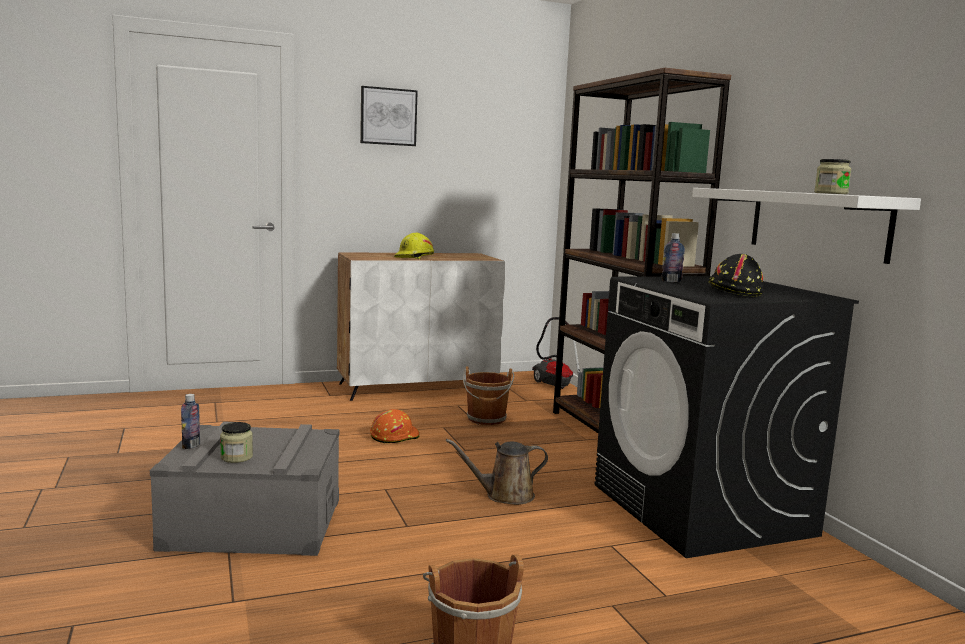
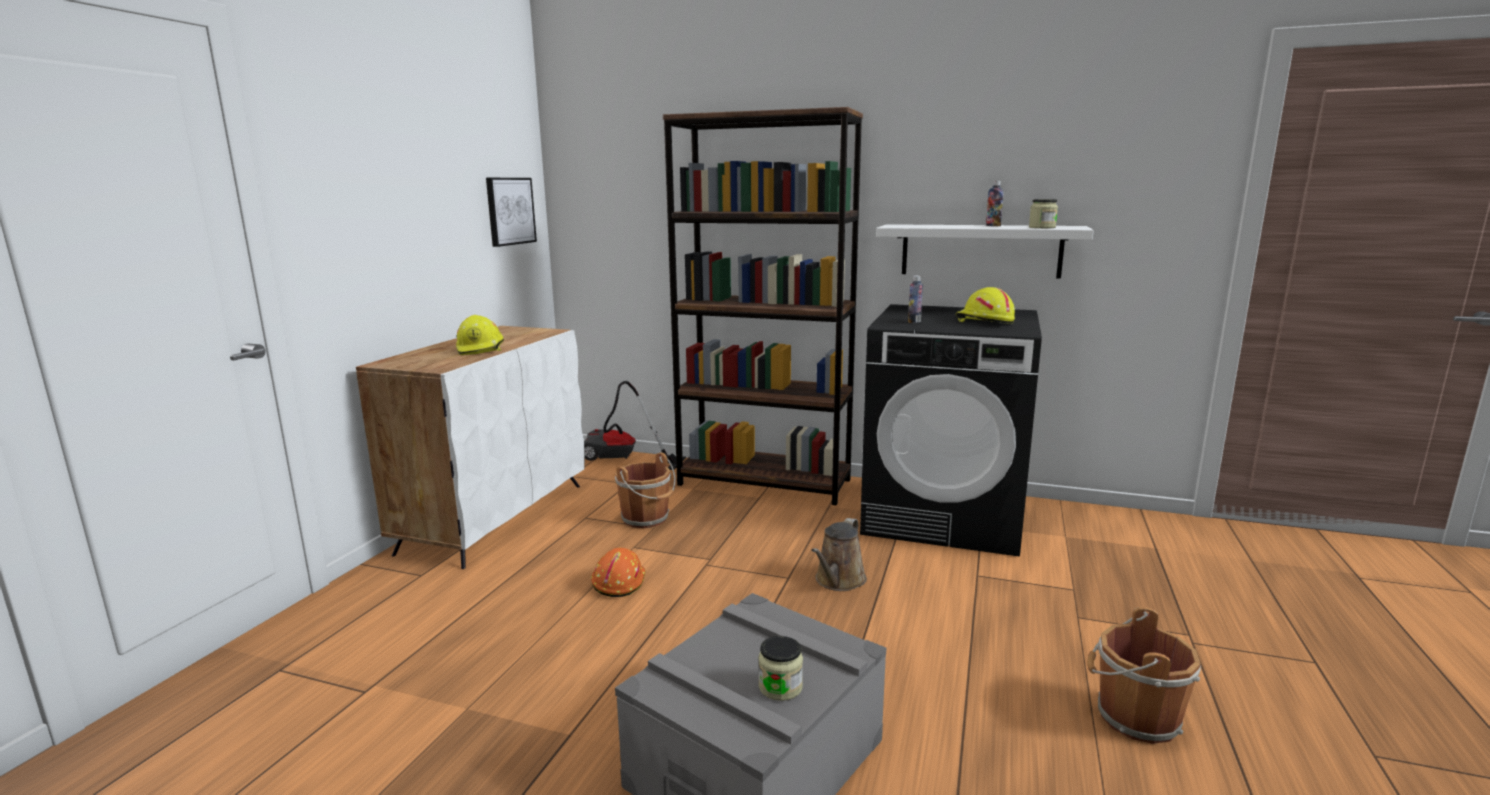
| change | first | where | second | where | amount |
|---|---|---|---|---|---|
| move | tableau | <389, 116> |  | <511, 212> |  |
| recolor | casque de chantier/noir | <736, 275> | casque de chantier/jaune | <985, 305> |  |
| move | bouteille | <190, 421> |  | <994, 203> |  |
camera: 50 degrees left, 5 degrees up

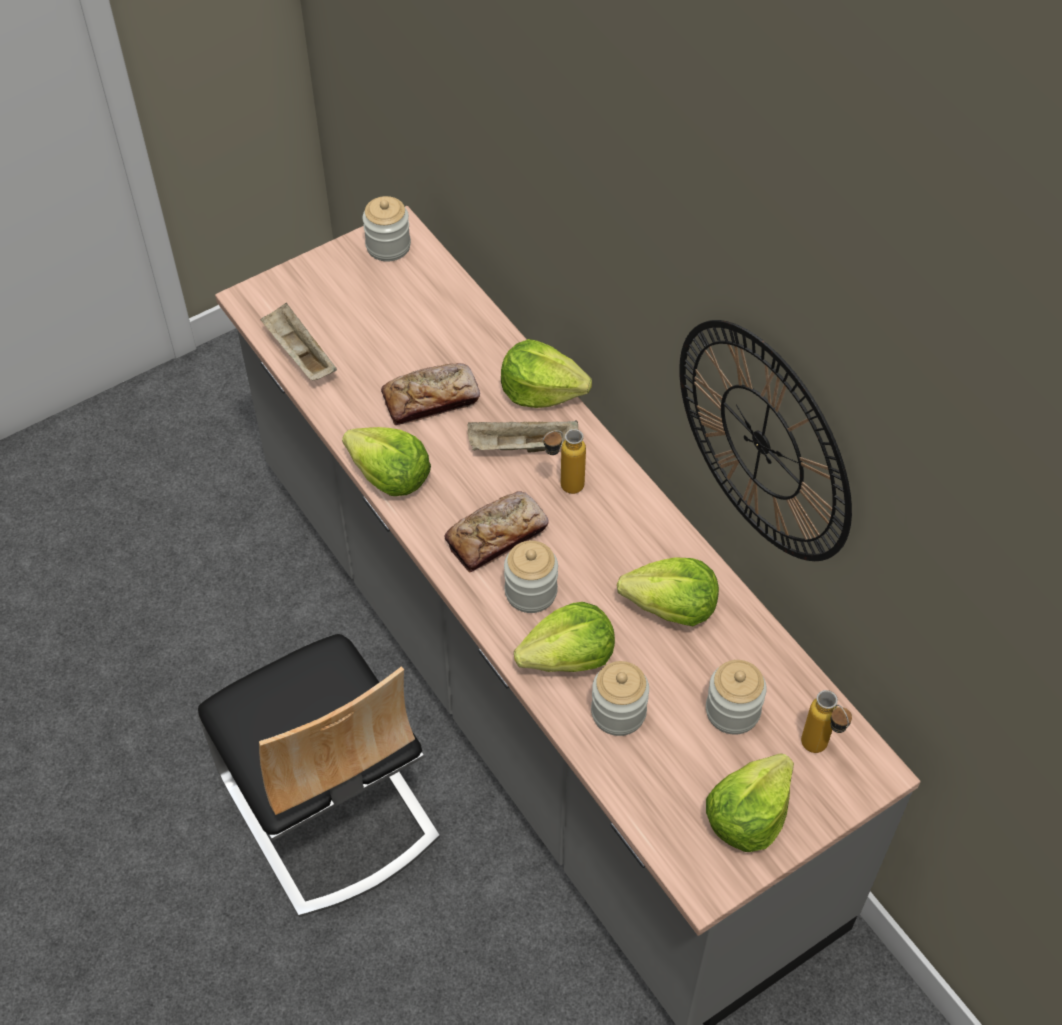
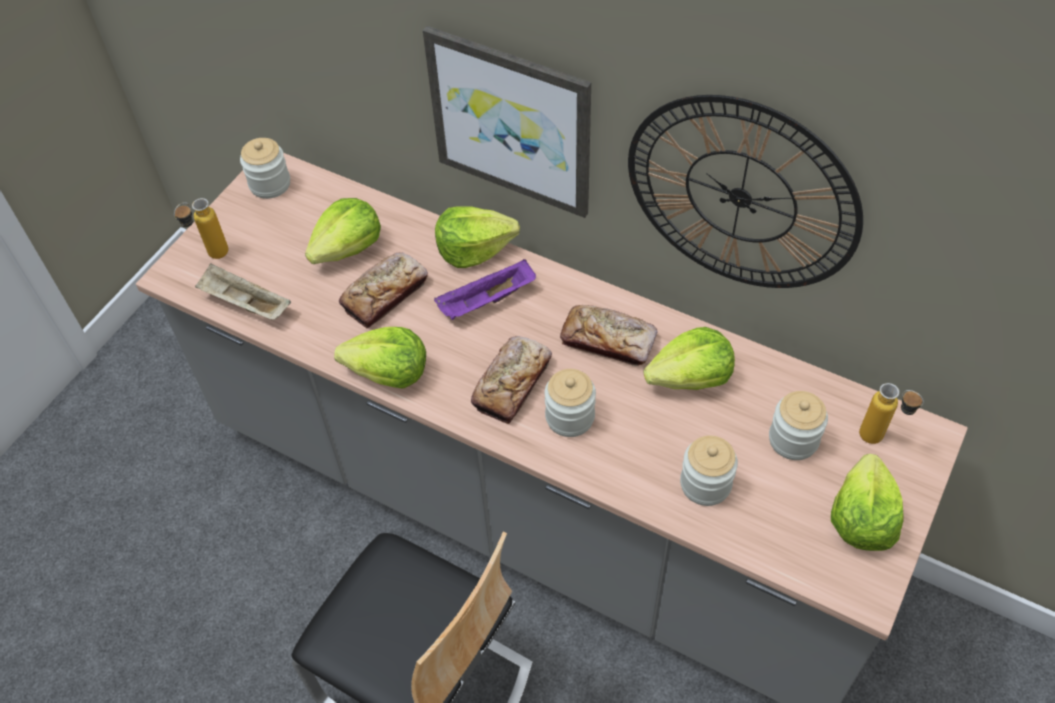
| change | first | where | second | where | amount |
|---|---|---|---|---|---|
| recolor | plateau/beige | <522, 436> | plateau/violet | <485, 289> |  |
| move | bouteille | <564, 461> |  | <201, 228> |  |
| move | laitue | <564, 637> |  | <343, 231> |  |
| insert |  |  | tableau | <507, 122> |  |
| insert |  |  | pain | <609, 335> |  |
camera: 25 degrees left, 0 degrees up

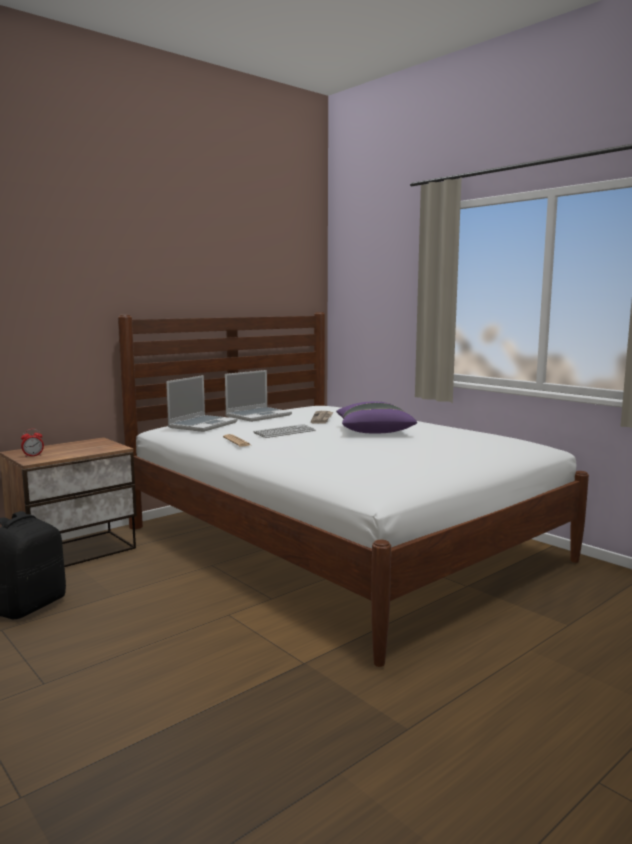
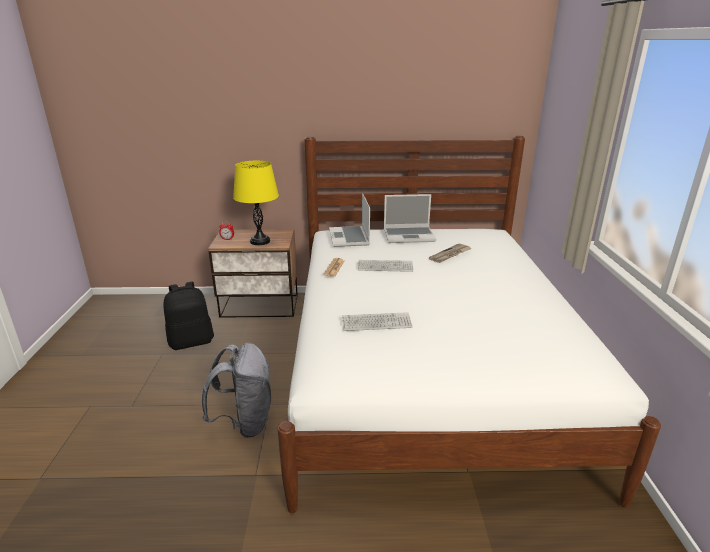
| change | first | where | second | where | amount |
|---|---|---|---|---|---|
| rotate | ordinateur portable | <202, 403> |  | <349, 220> | 105 degrees clockwise |
| delete | coussin/violet | <376, 417> |  |  |  |
| insert |  |  | lampe de table/jaune | <256, 203> |  |
| insert |  |  | clavier | <377, 321> |  |
| insert |  |  | sac à dos/gris | <236, 390> |  |
camera: 40 degrees right, 15 degrees up

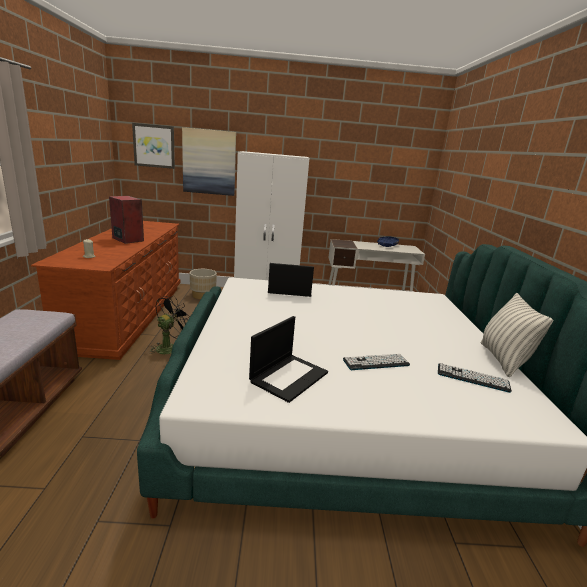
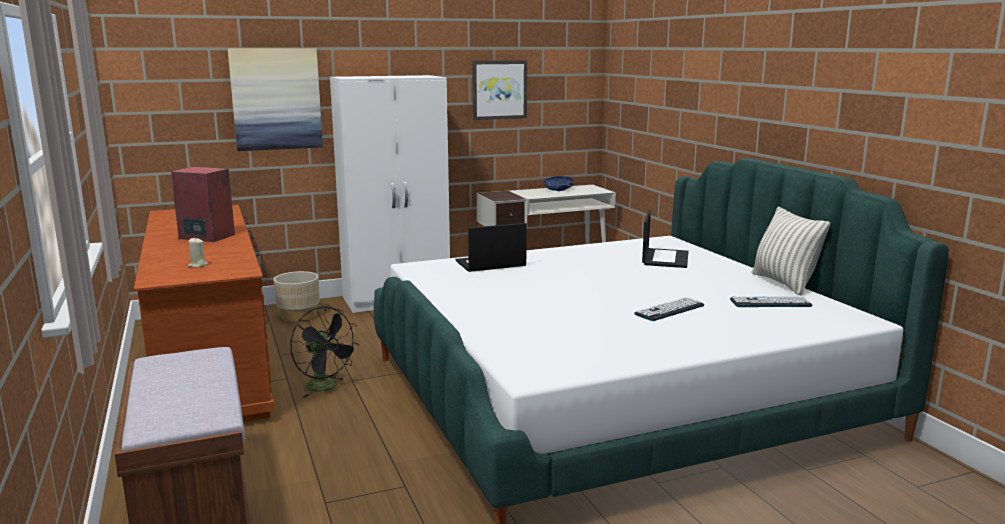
| change | first | where | second | where | amount |
|---|---|---|---|---|---|
| move | tableau | <153, 146> |  | <499, 90> |  |
| rotate | ventilateur/noir | <170, 325> |  | <325, 352> | 120 degrees clockwise |
| move | ordinateur portable | <288, 359> |  | <665, 239> |  |
camera: 20 degrees left, 5 degrees down

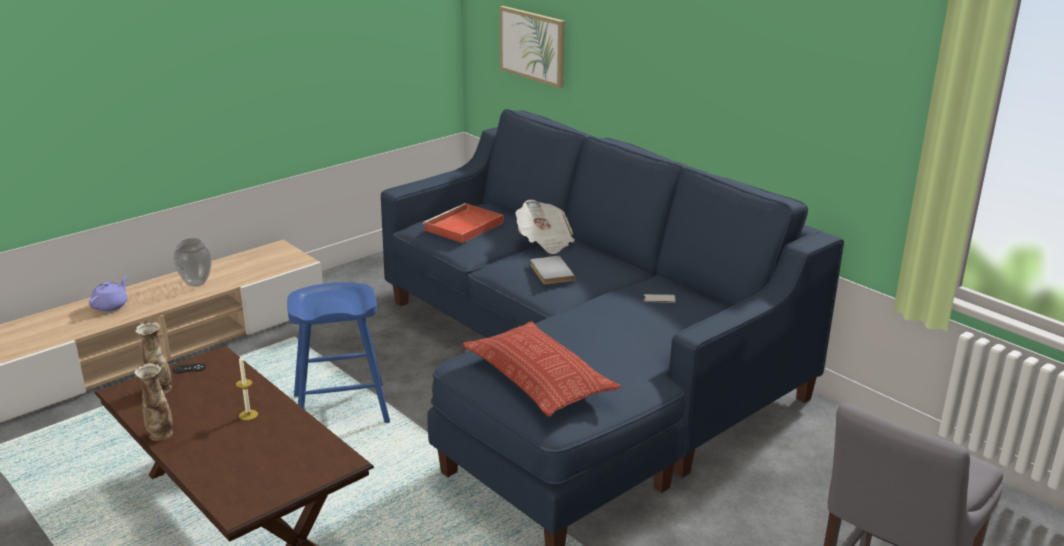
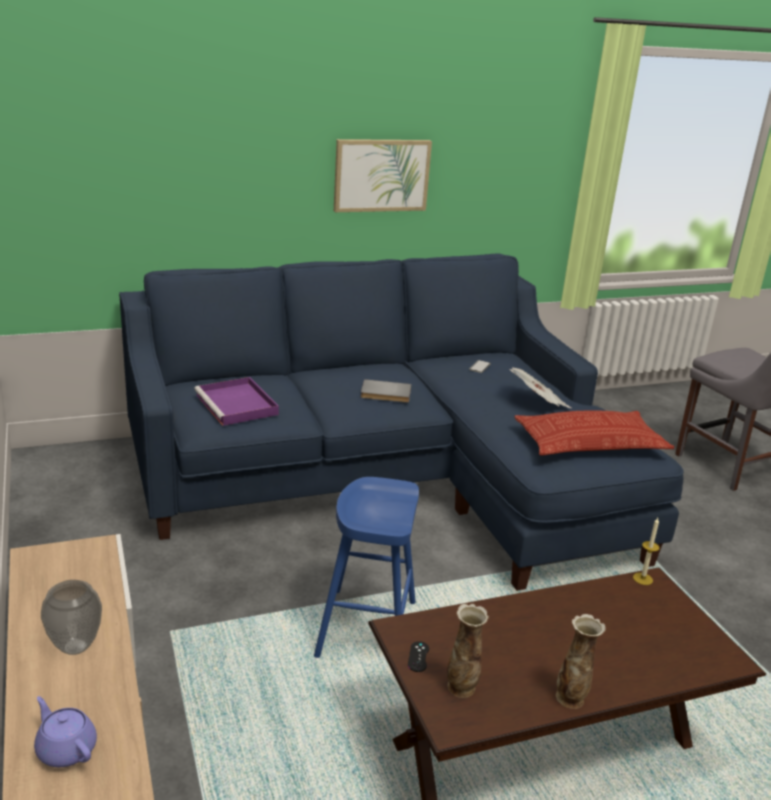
| change | first | where | second | where | amount |
|---|---|---|---|---|---|
| move | tableau | <532, 47> |  | <383, 175> |  |
| move | journal | <545, 227> |  | <540, 388> |  |
| recolor | plateau/rouge | <463, 223> | plateau/violet | <236, 401> |  |
| move | bougie | <247, 387> |  | <646, 551> |  |
camera: 70 degrees left, 0 degrees up

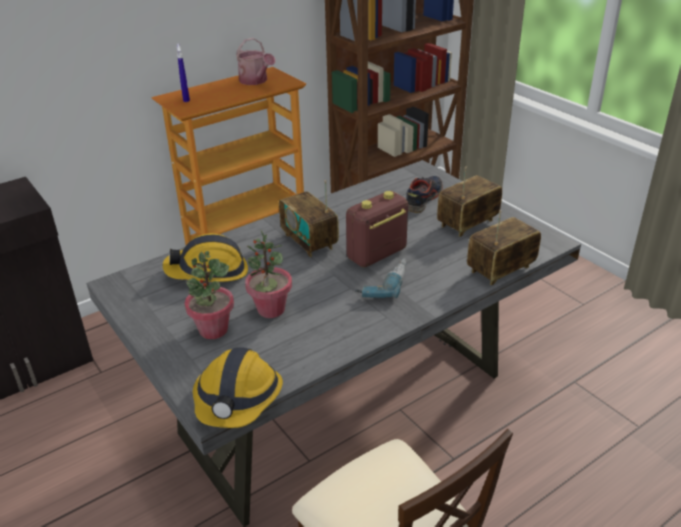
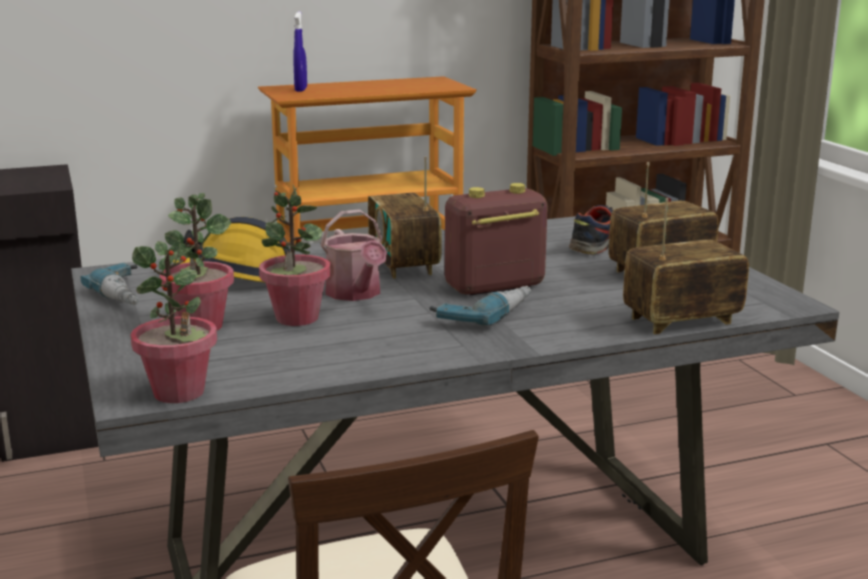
| change | first | where | second | where | amount |
|---|---|---|---|---|---|
| move | arrosoir | <255, 61> |  | <354, 255> |  |
| replace | casque de chantier | <238, 388> | plante en pot | <173, 322> |  |
| insert |  |  | perceuse | <110, 284> |  |
camera: 15 degrees right, 15 degrees down

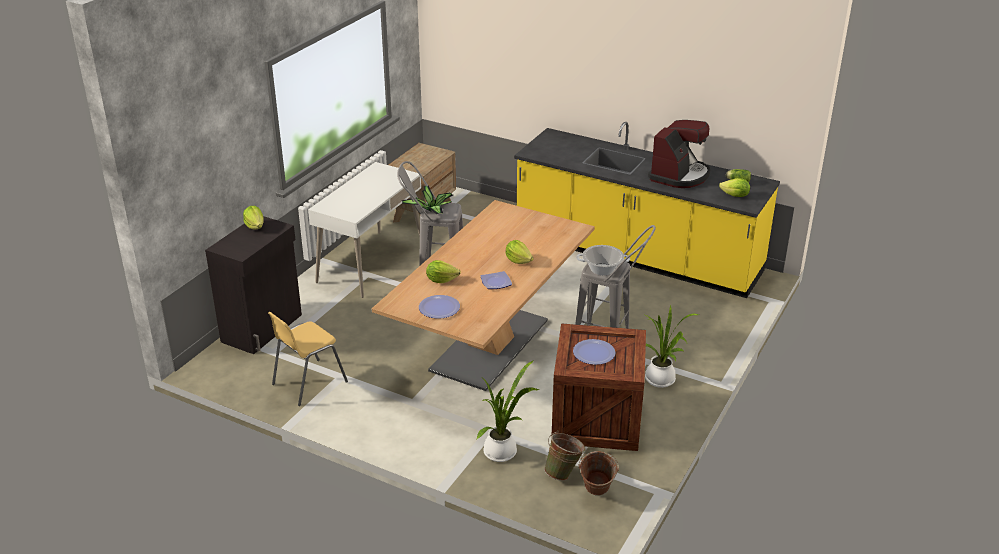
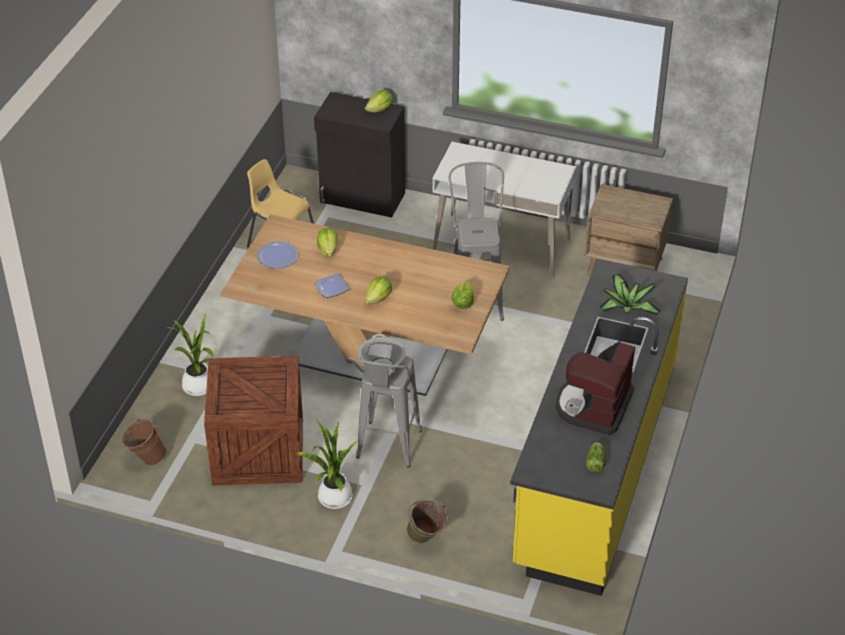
| change | first | where | second | where | amount |
|---|---|---|---|---|---|
| rotate | machine à café | <679, 154> |  | <595, 388> | 90 degrees clockwise |
| move | laitue | <734, 187> |  | <462, 294> |  |
| move | plante en pot | <427, 199> |  | <630, 294> |  |
| delete | assiette | <594, 352> |  |  |  |
| move | seau/vert | <565, 455> |  | <427, 521> |  |
camera: 80 degrees right, 10 degrees up

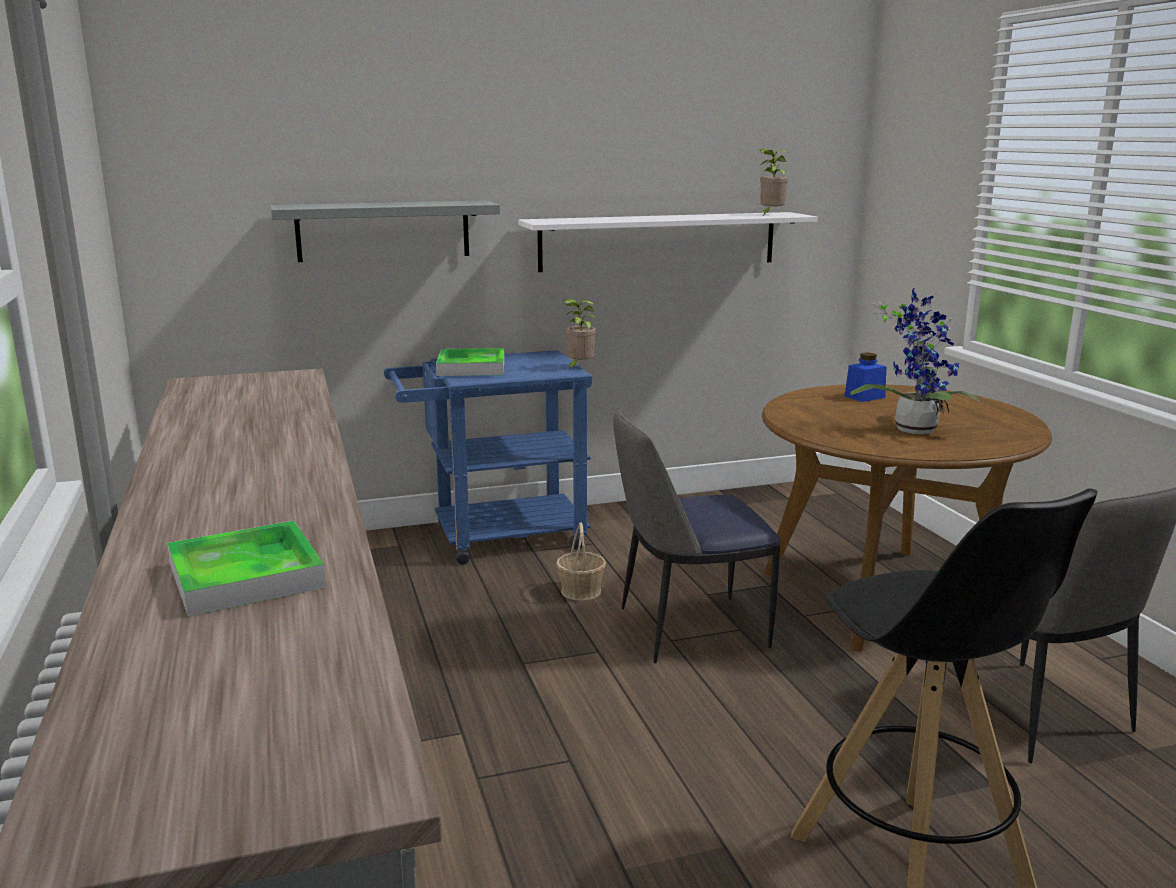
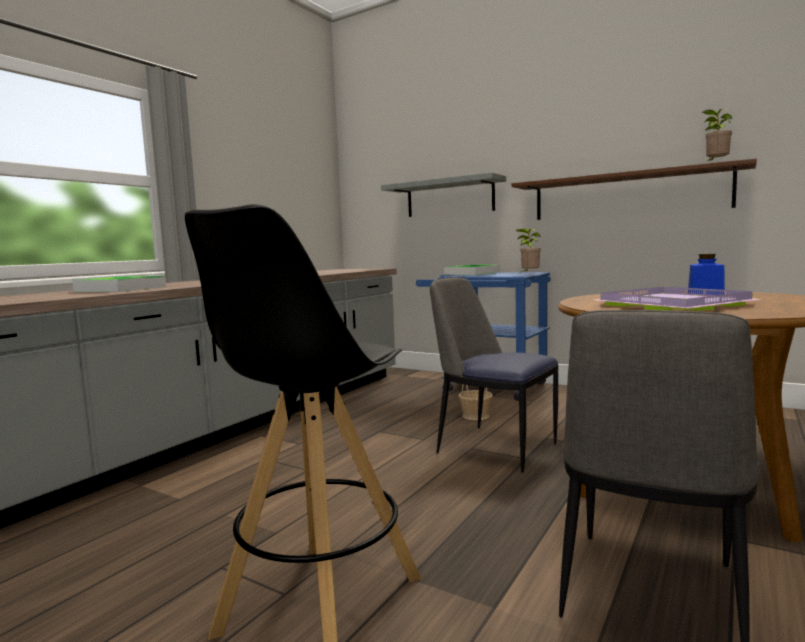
| change | first | where | second | where | amount |
|---|---|---|---|---|---|
| recolor | étagère/blanc | <668, 242> | étagère/marron | <634, 189> |  |
| replace | plante en pot | <915, 361> | plateau/violet | <677, 299> |  |
camera: 50 degrees right, 10 degrees down

